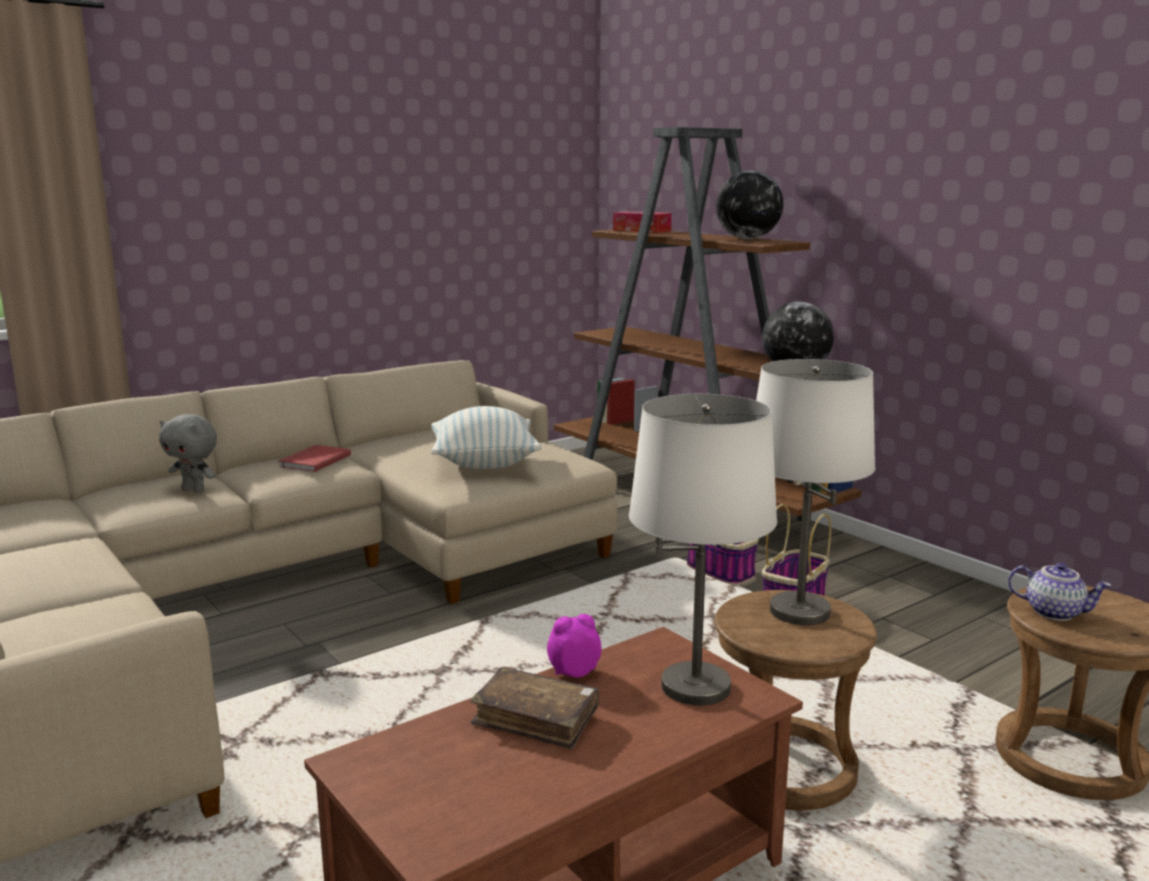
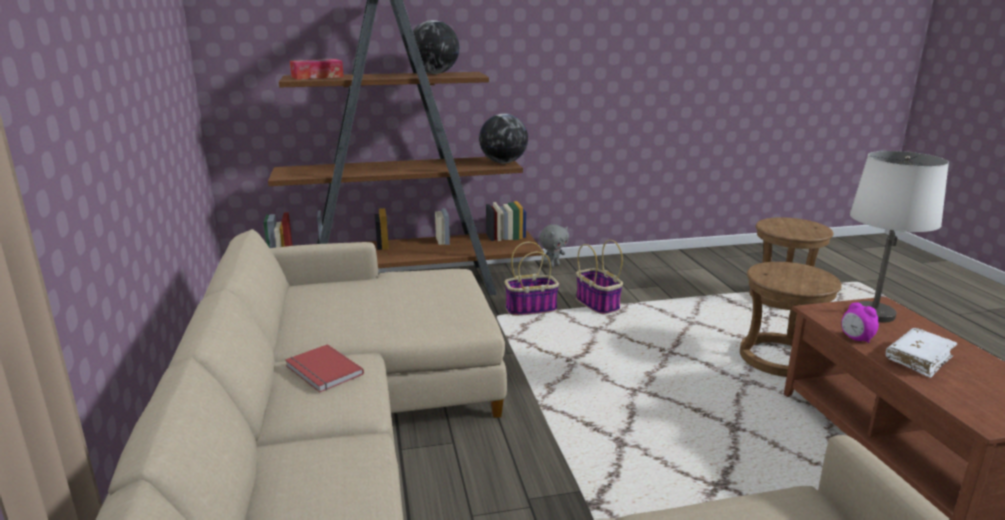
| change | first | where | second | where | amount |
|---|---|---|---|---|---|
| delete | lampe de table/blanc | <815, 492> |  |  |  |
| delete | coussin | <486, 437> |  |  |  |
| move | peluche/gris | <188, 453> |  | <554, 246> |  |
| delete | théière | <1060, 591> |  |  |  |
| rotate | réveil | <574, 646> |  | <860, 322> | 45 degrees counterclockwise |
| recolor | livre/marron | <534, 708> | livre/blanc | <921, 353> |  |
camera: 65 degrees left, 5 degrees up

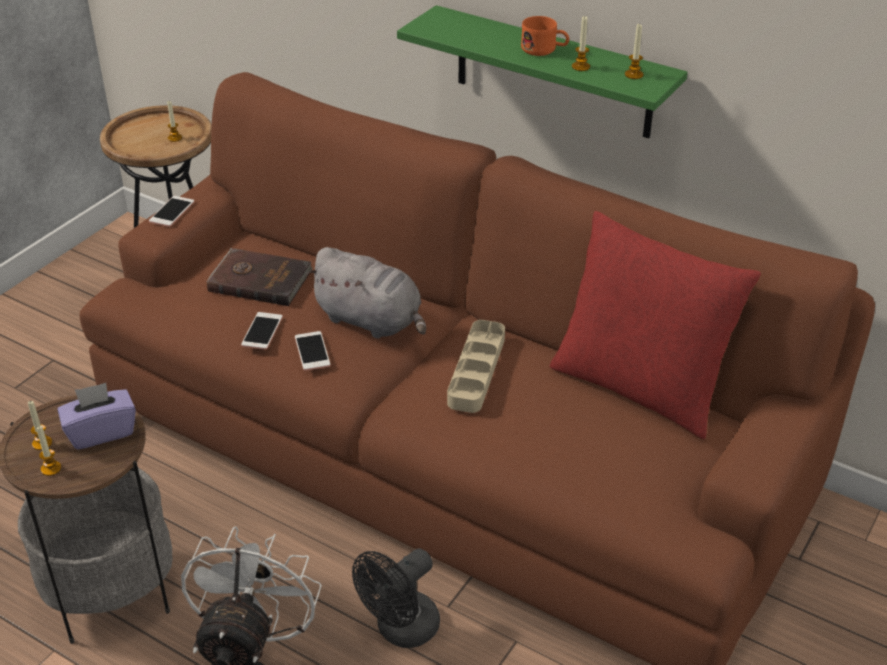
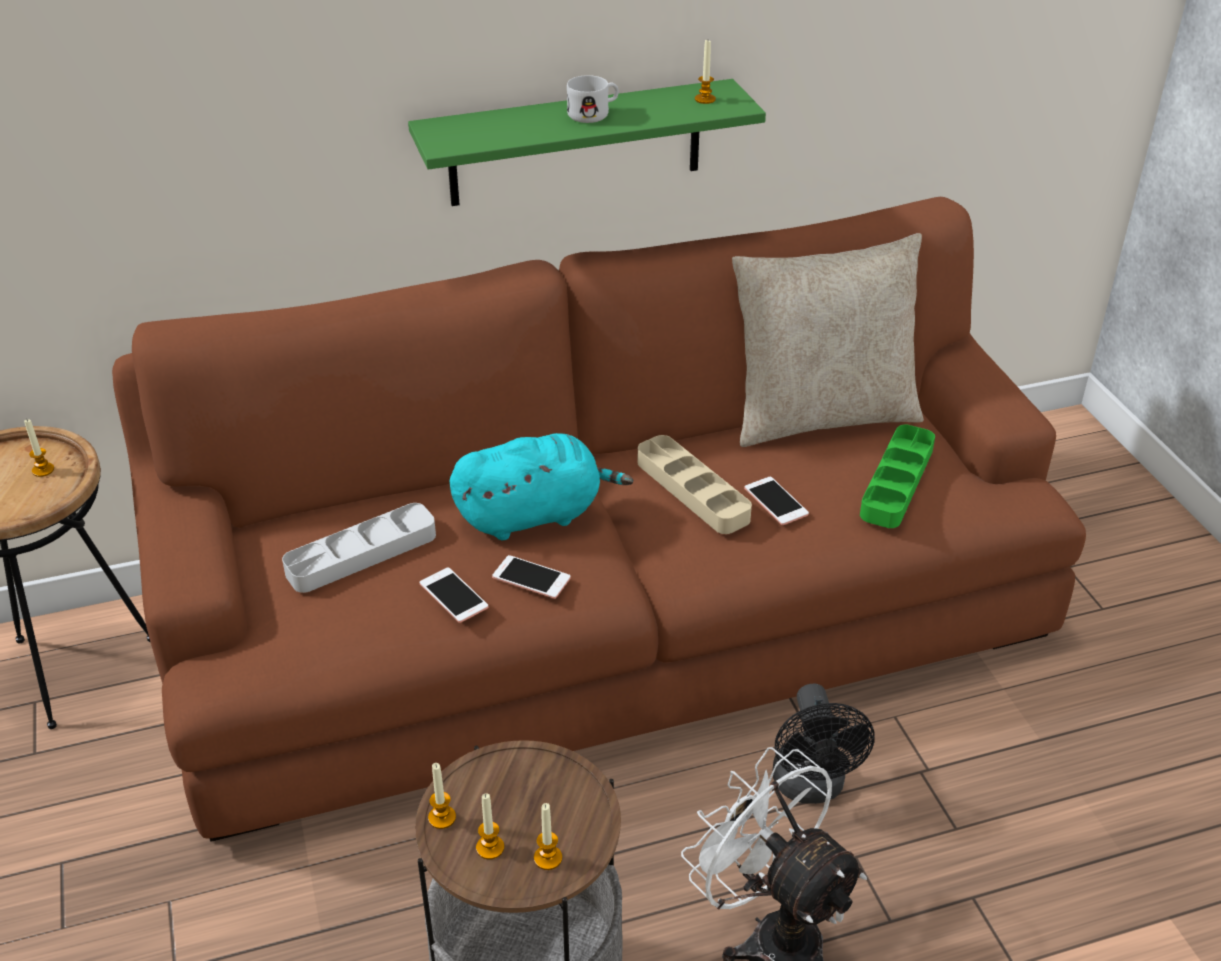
| change | first | where | second | where | amount |
|---|---|---|---|---|---|
| recolor | mug/orange | <545, 36> | mug/blanc | <593, 99> |  |
| move | bougie | <581, 43> |  | <442, 796> |  |
| move | téléphone | <171, 211> |  | <776, 501> |  |
| recolor | coussin/rouge | <655, 325> | coussin/beige | <828, 340> |  |
| recolor | peluche/gris | <366, 293> | peluche/turquoise | <541, 486> |  |
| replace | livre/marron | <260, 277> | plateau/gris | <359, 548> |  |
| delete | boîte à mouchoirs/violet | <97, 416> |  |  |  |
| insert |  |  | plateau/vert | <897, 476> |  |
camera: 50 degrees left, 0 degrees up

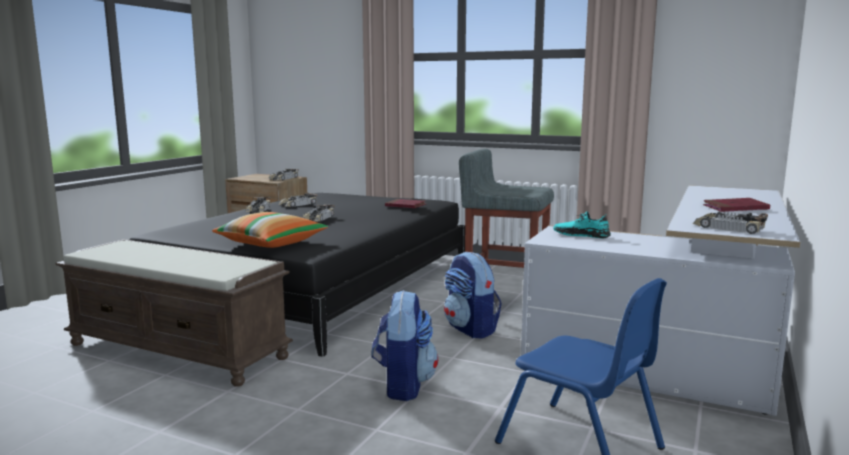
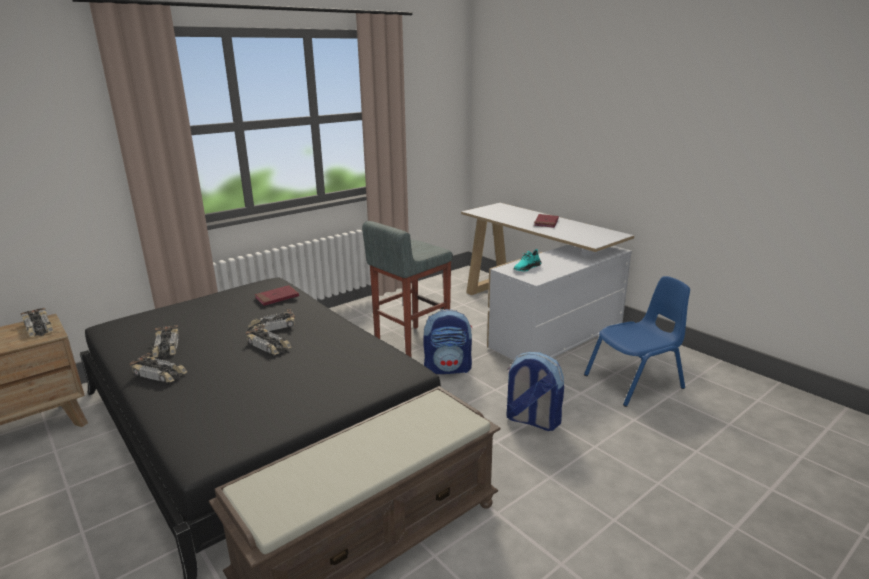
| change | first | where | second | where | amount |
|---|---|---|---|---|---|
| delete | coussin | <270, 230> |  |  |  |
| move | petite voiture | <730, 223> |  | <271, 320> |  |
camera: 65 degrees left, 10 degrees up

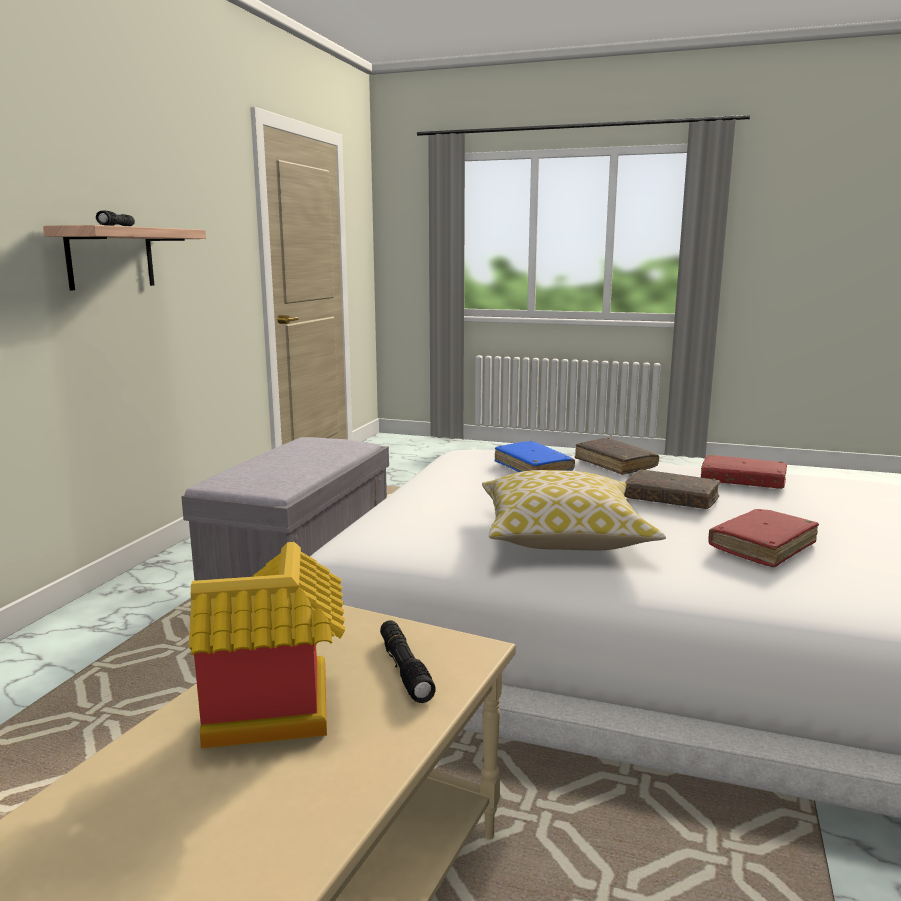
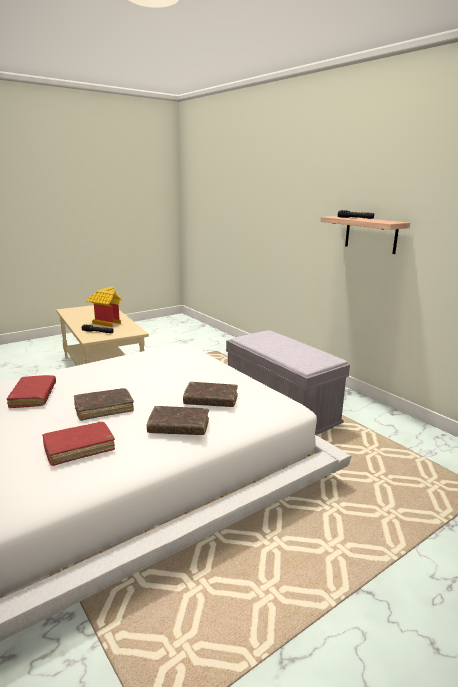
| change | first | where | second | where | amount |
|---|---|---|---|---|---|
| recolor | livre/bleu | <534, 456> | livre/marron | <210, 394> |  |
| delete | coussin | <574, 510> |  |  |  |
camera: 125 degrees right, 5 degrees up

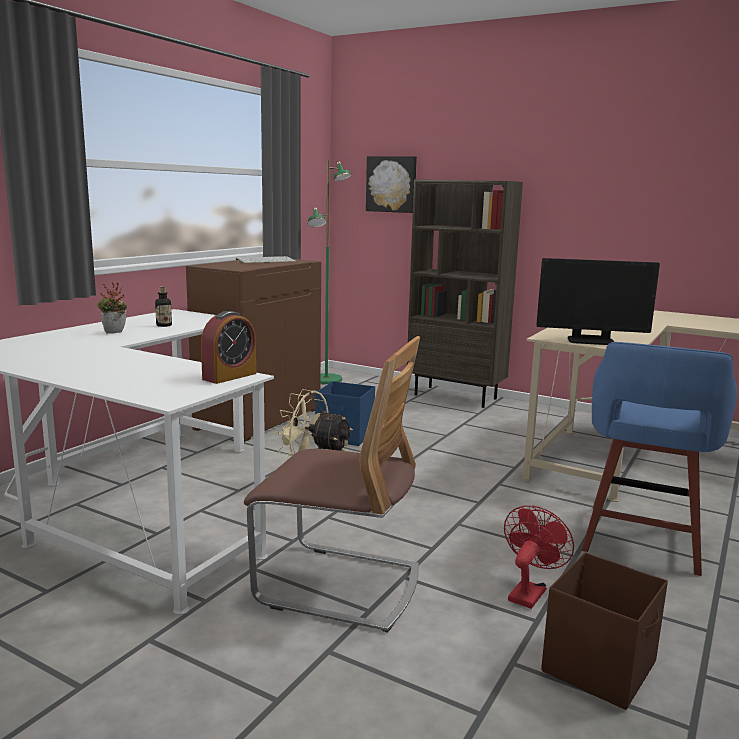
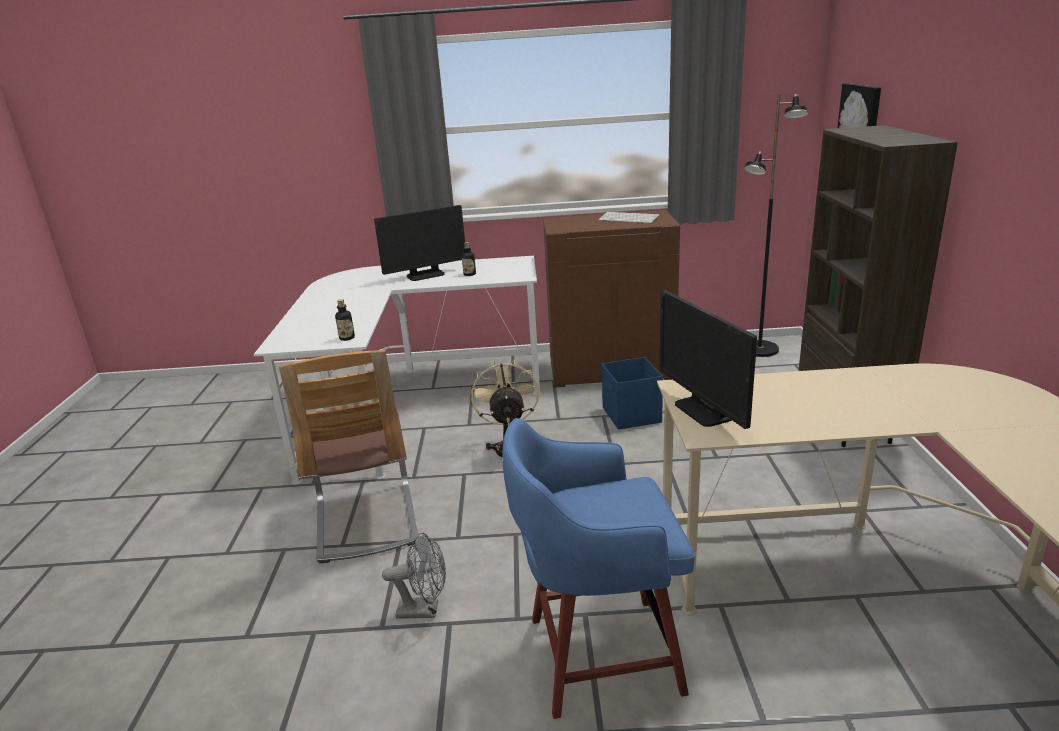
| change | first | where | second | where | amount |
|---|---|---|---|---|---|
| recolor | lampadaire/vert | <330, 272> | lampadaire/noir | <776, 225> |  |
| replace | plante en pot | <112, 308> | écran d'ordinateur | <419, 243> |  |
| replace | réveil | <228, 347> | bouteille | <345, 320> |  |
| recolor | ventilateur/rouge | <539, 557> | ventilateur/gris | <414, 576> |  |
| delete | boîte de rangement/marron | <604, 631> |  |  |  |
camera: 60 degrees right, 10 degrees up

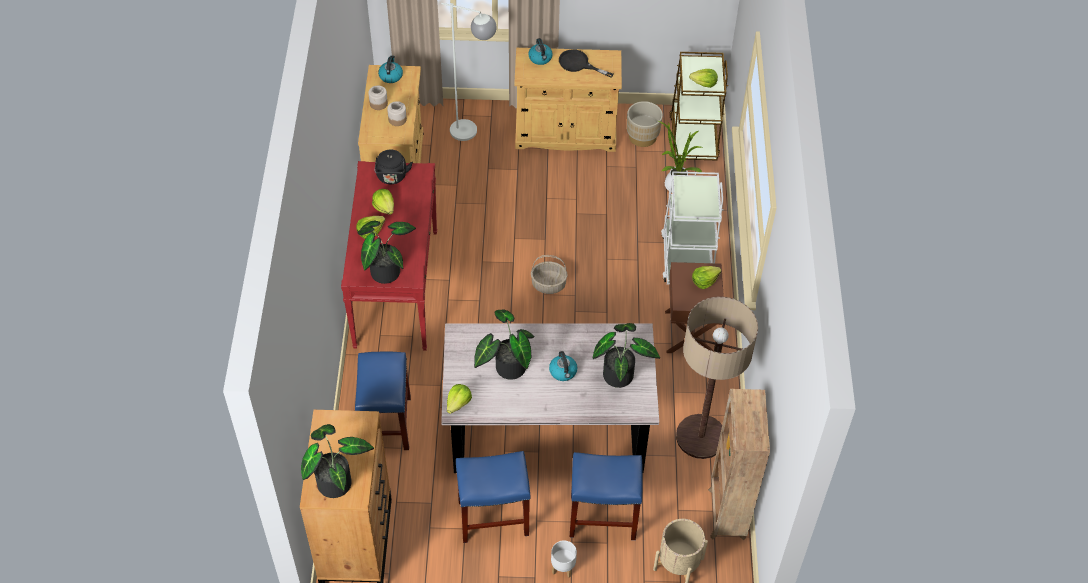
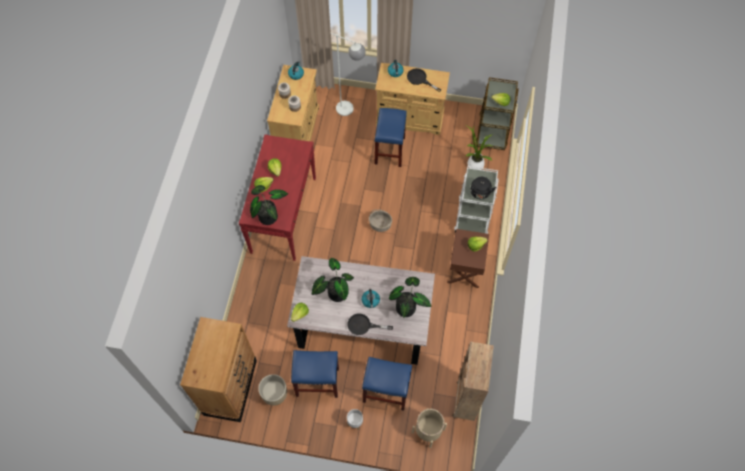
| change | first | where | second | where | amount |
|---|---|---|---|---|---|
| move | cache-pot/beige | <645, 124> |  | <272, 390> |  |
| move | bouilloire/noir | <394, 166> |  | <483, 188> |  |
| delete | lampadaire | <717, 377> |  |  |  |
| move | tabouret/bleu | <383, 401> |  | <390, 137> |  |
| delete | plante en pot | <337, 461> |  |  |  |
| insert |  |  | poêle/noir | <370, 324> |  |
camera: 10 degrees right, 10 degrees up

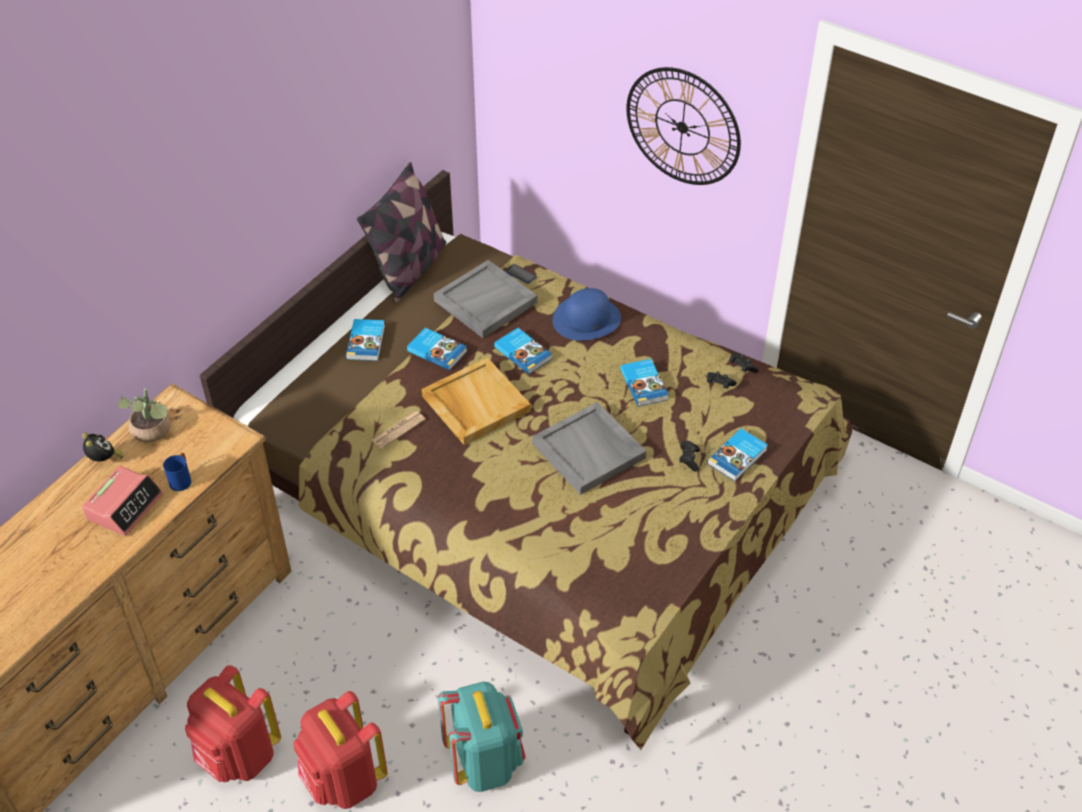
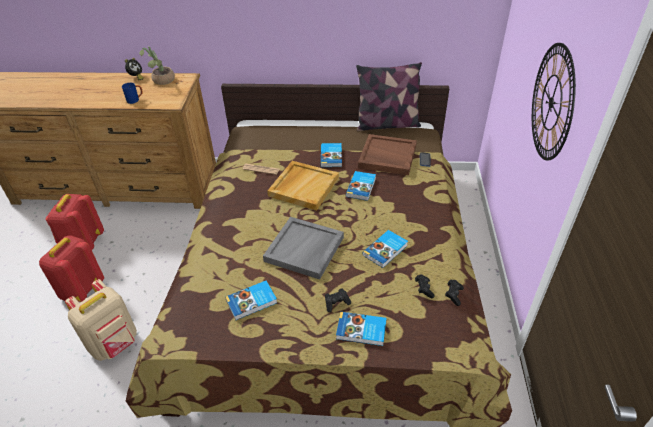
| change | first | where | second | where | amount |
|---|---|---|---|---|---|
| recolor | plateau/gris | <485, 299> | plateau/marron | <387, 154> |  |
| delete | chapeau/bleu | <587, 314> |  |  |  |
| move | livre | <365, 340> |  | <251, 300> |  |
| delete | réveil | <122, 501> |  |  |  |
| recolor | sac à dos/turquoise | <482, 737> | sac à dos/beige | <101, 320> |  |
camera: 60 degrees right, 5 degrees down

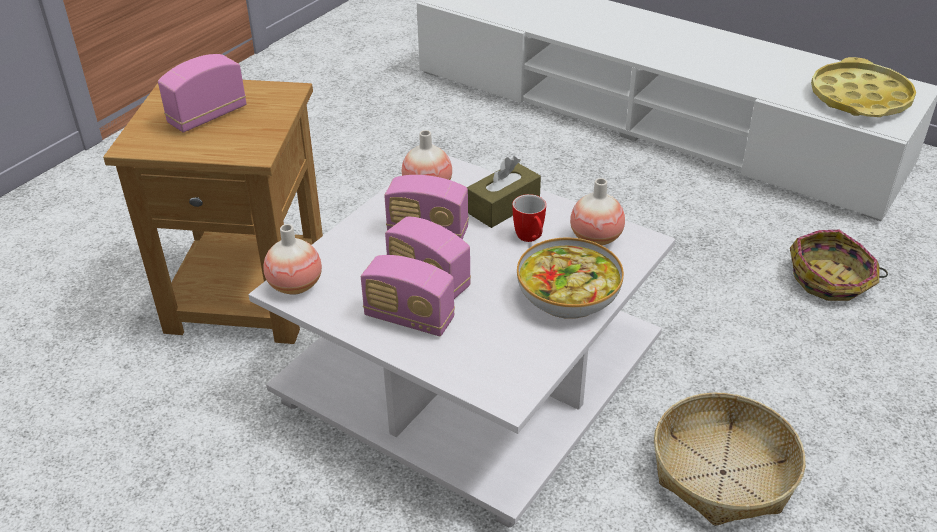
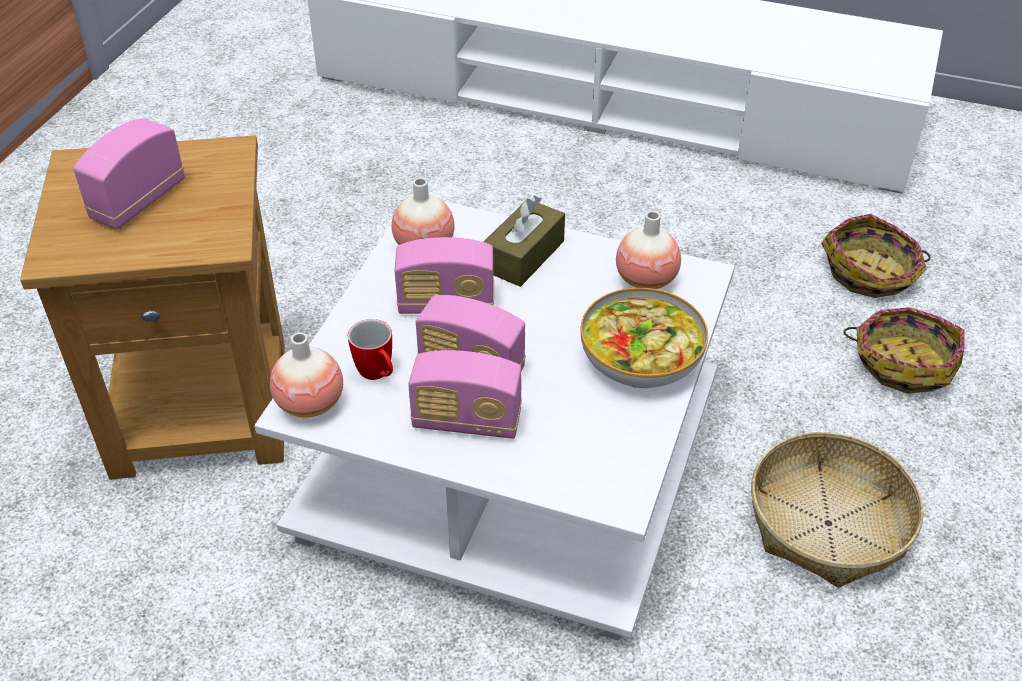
| change | first | where | second | where | amount |
|---|---|---|---|---|---|
| delete | plateau/jaune | <863, 87> |  |  |  |
| move | mug | <529, 218> |  | <370, 349> |  |
| insert |  |  | panier | <904, 350> |  |
camera: 15 degrees left, 5 degrees up

